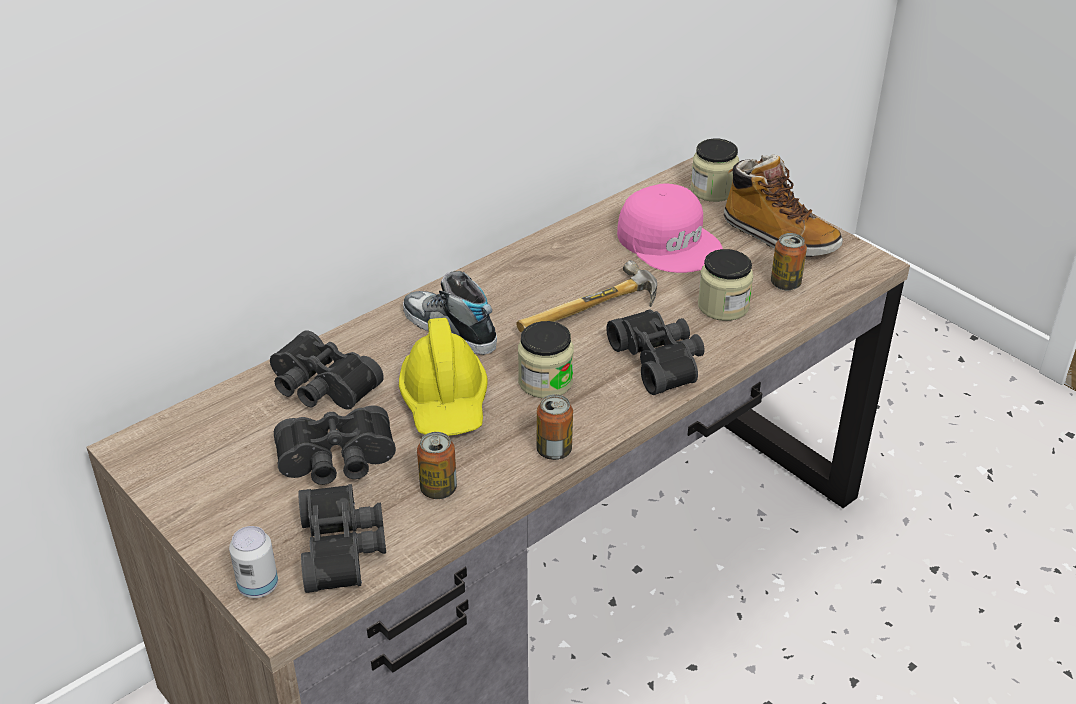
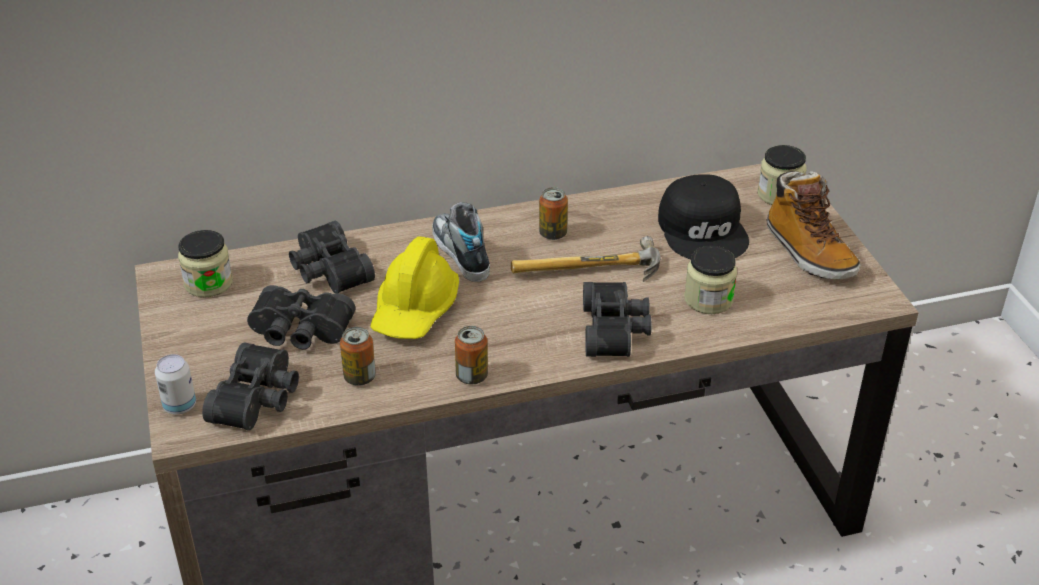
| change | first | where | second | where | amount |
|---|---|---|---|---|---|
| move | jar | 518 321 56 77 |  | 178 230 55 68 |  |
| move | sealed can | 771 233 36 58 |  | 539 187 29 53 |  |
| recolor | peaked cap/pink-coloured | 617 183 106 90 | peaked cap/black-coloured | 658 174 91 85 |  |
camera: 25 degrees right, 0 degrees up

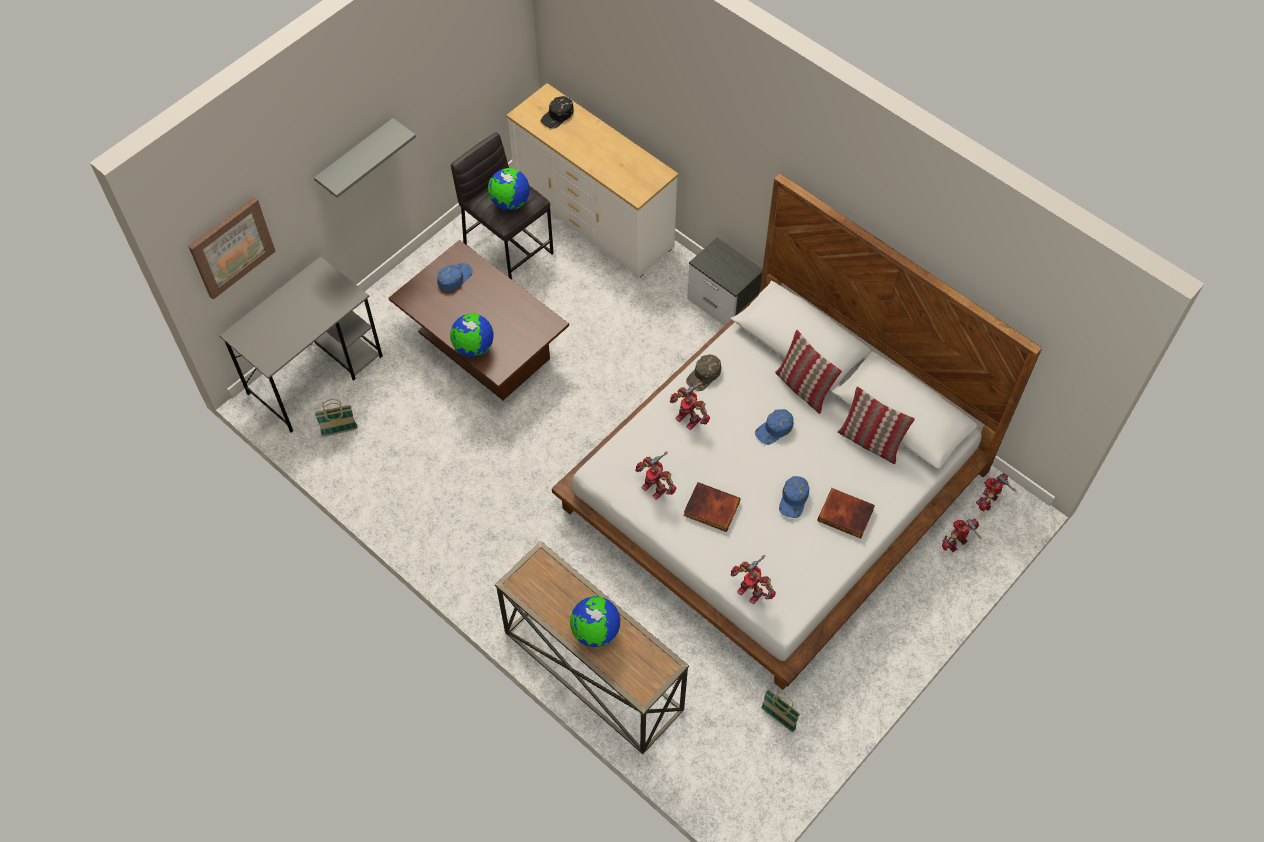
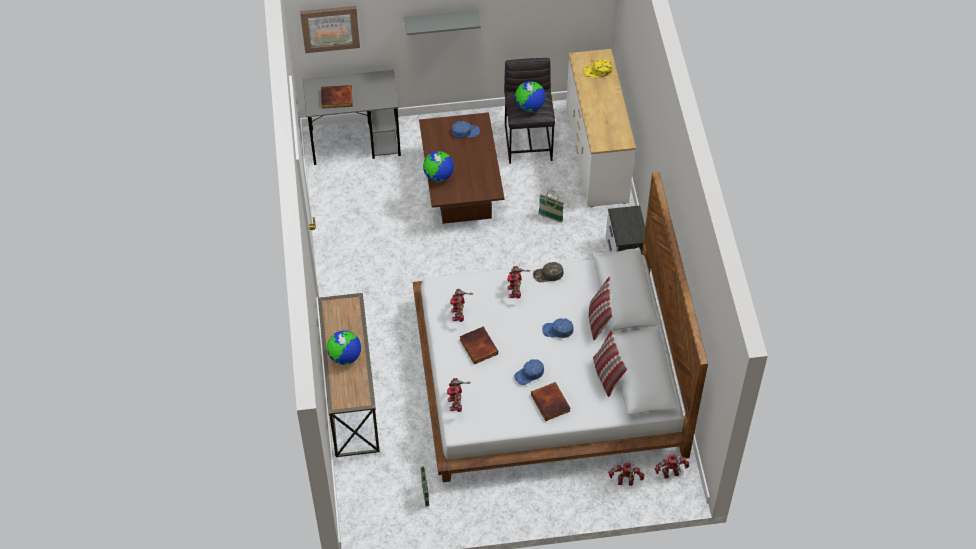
| change | first | where | second | where | amount |
|---|---|---|---|---|---|
| insert |  |  | volume | 321 85 32 24 |  |
| move | basket | 315 399 43 38 |  | 538 190 26 32 |  |
| recolor | peaked cap/black-coloured | 541 96 33 33 | peaked cap/yellow-coloured | 584 59 28 19 |  |
camera: 40 degrees right, 5 degrees down

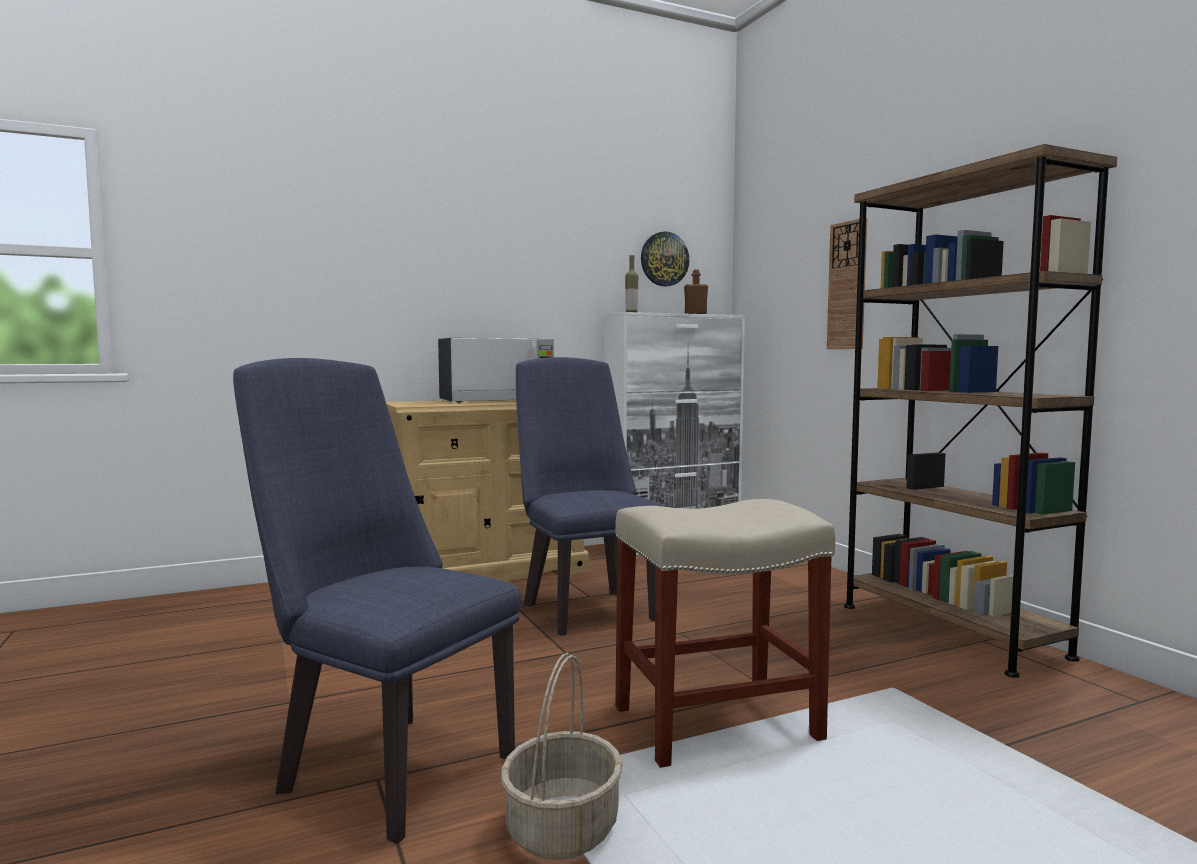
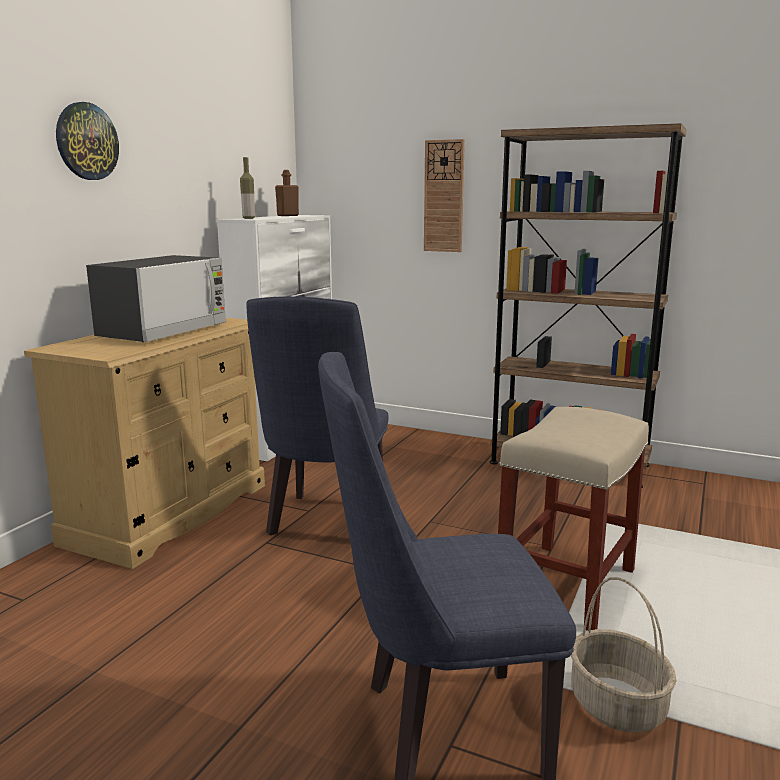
| change | first | where | second | where | amount |
|---|---|---|---|---|---|
| move | hanging clock | 641 231 48 55 |  | 56 102 63 78 |  |
| rotate | plain chair/blue-coloured | 516 357 144 279 |  | 246 296 143 239 | 105 degrees counterclockwise |
camera: 40 degrees left, 10 degrees up

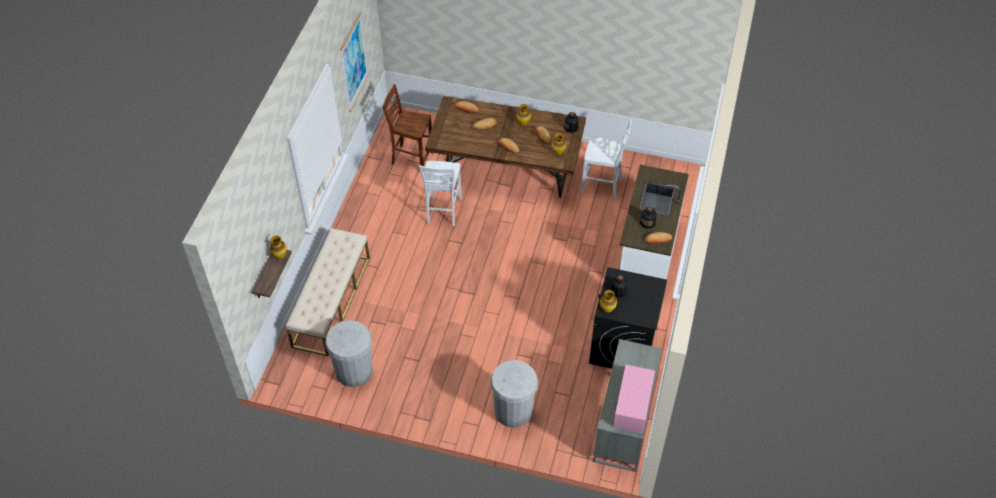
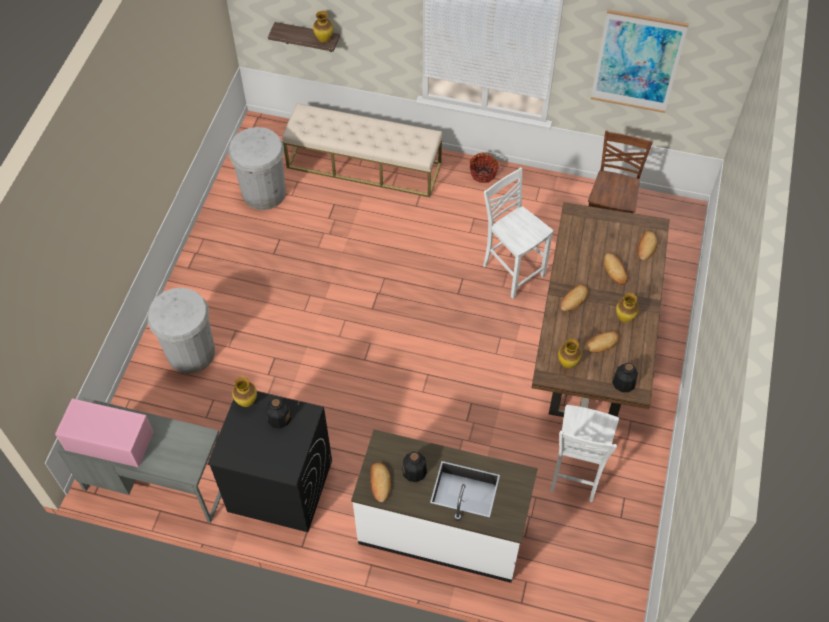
| change | first | where | second | where | amount |
|---|---|---|---|---|---|
| insert |  |  | basket | 469 153 30 30 |  |
| rotate | plain chair/whitish | 419 161 43 65 |  | 483 167 70 132 | 45 degrees clockwise |
camera: 90 degrees right, 5 degrees up

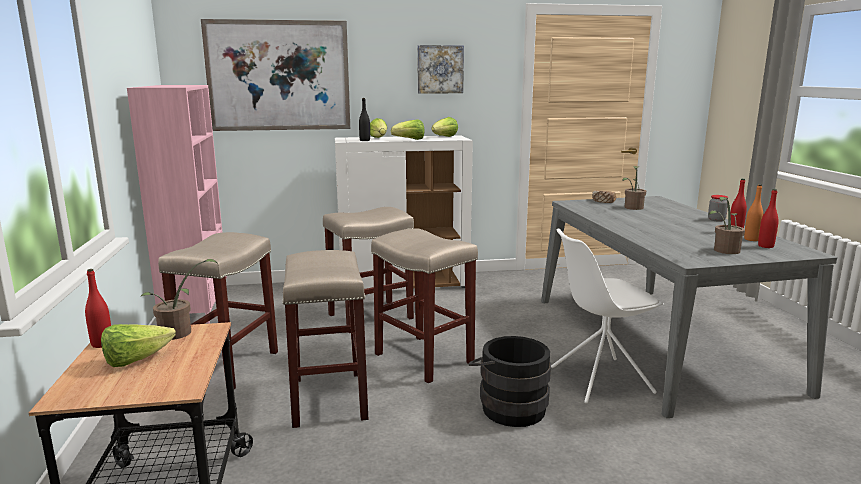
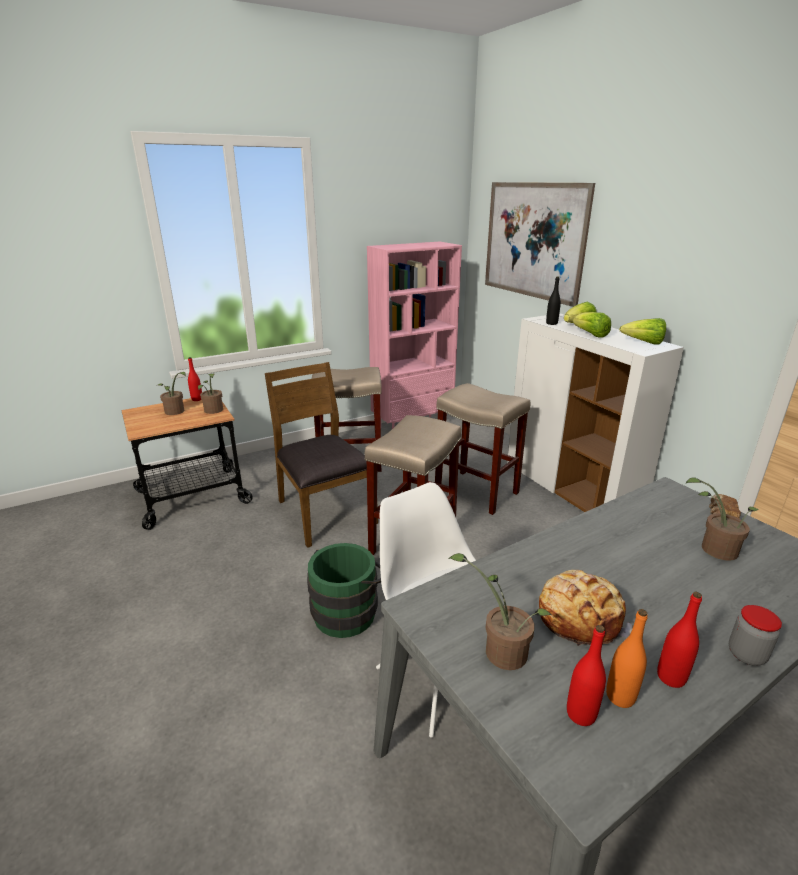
| change | first | where | second | where | amount |
|---|---|---|---|---|---|
| delete | picture | 417 45 47 49 |  |  |  |
| insert |  |  | bakery bread | 539 570 94 76 |  |
| replace | lettuce head | 101 324 75 43 | potted plant | 158 372 28 43 |  |
| replace | stool/beige | 282 250 86 178 | plain chair/brownish | 265 362 113 186 |  |
| recolor | pail/black-coloured | 469 336 82 91 | pail/greenish | 307 543 74 95 |  |
camera: 70 degrees right, 10 degrees up

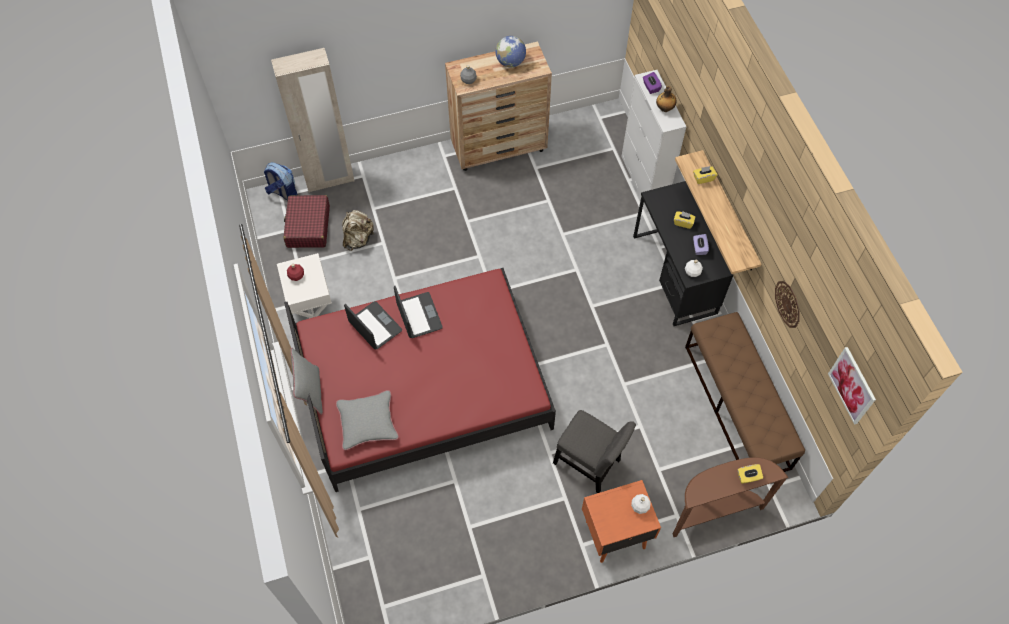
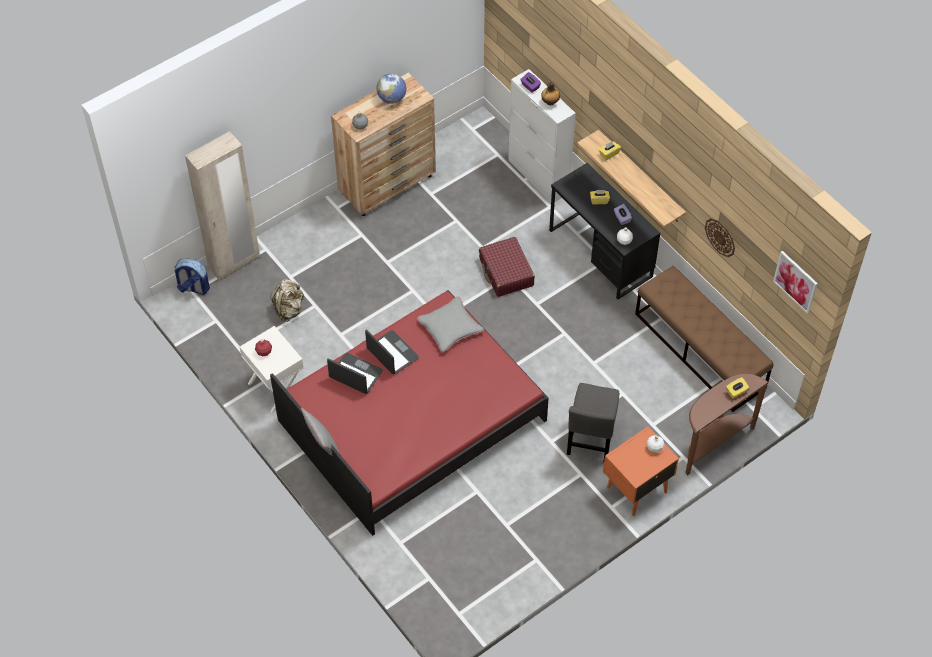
| change | first | where | second | where | amount |
|---|---|---|---|---|---|
| move | travel case/reddish | 284 195 46 53 |  | 479 237 56 60 |  |
| move | pillow/grey | 336 390 63 60 |  | 417 297 67 55 |  |
| rotate | plain chair/grey | 553 410 83 83 |  | 567 383 52 79 | 90 degrees clockwise |
camera: 20 degrees left, 5 degrees down

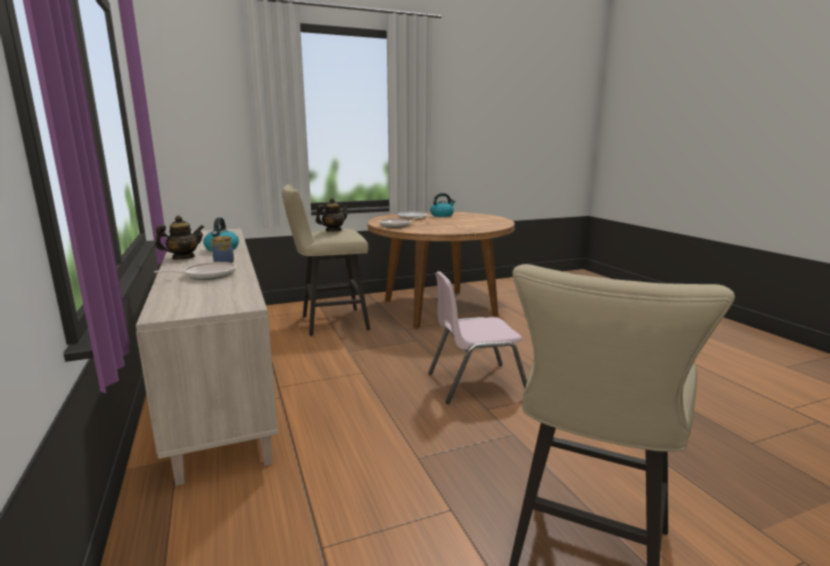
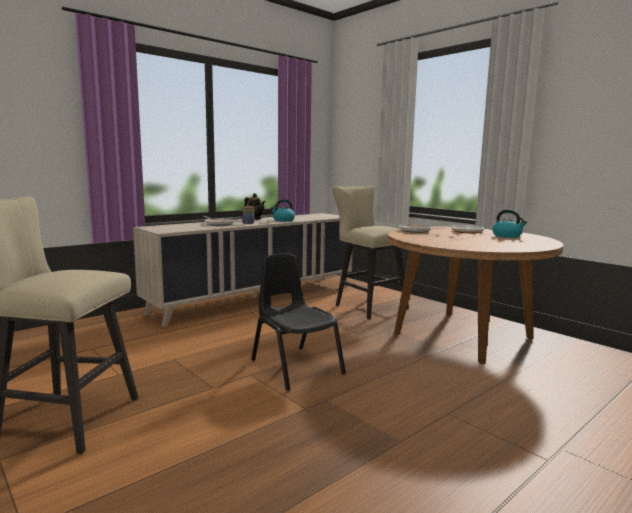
| change | first | where | second | where | amount |
|---|---|---|---|---|---|
| delete | tea pot | 316 198 33 34 |  |  |  |
| recolor | plain chair/pink-coloured | 428 271 99 133 | plain chair/black-coloured | 251 253 95 138 |  |
camera: 70 degrees right, 5 degrees down

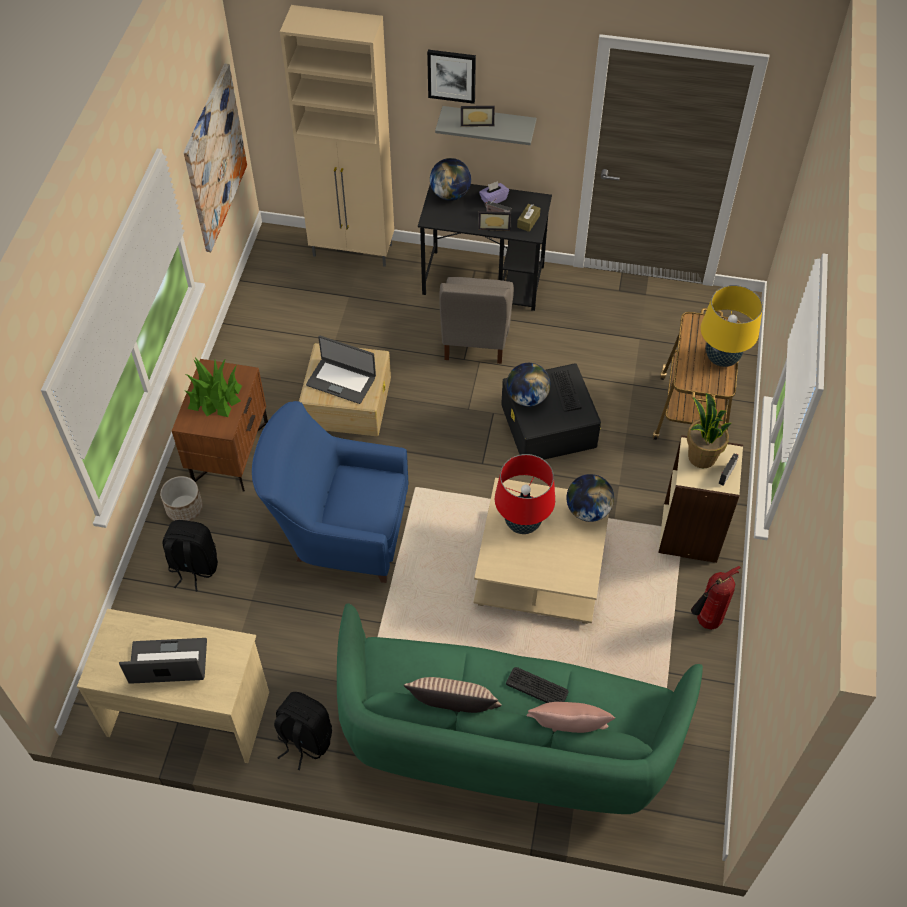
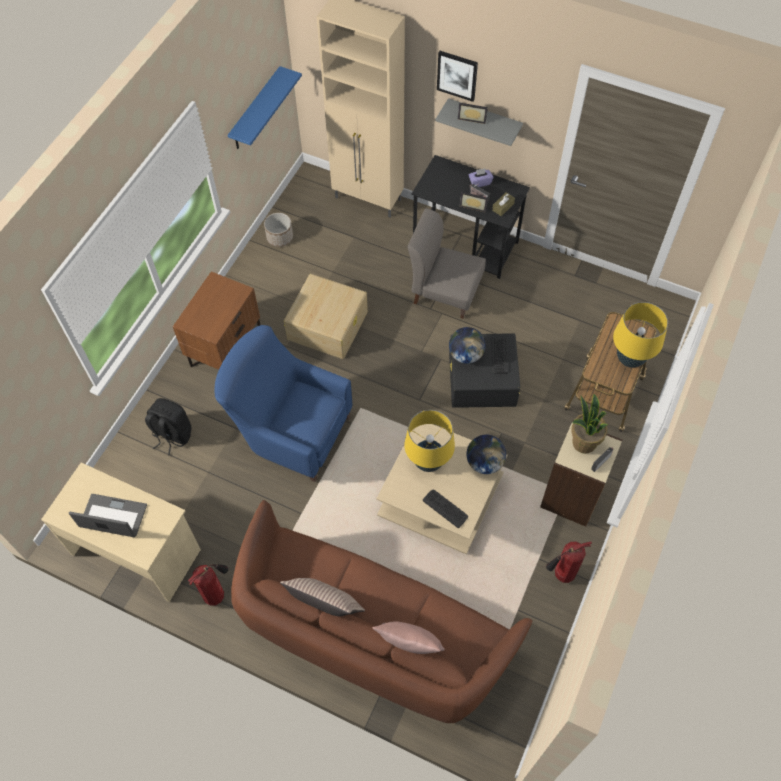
| change | first | where | second | where | amount |
|---|---|---|---|---|---|
| delete | potted plant | 184 358 58 59 |  |  |  |
| delete | notebook computer | 306 336 70 68 |  |  |  |
| delete | world globe | 430 158 41 43 |  |  |  |
| move | planter | 160 476 43 45 |  | 264 213 29 34 |  |
| move | computer keyboard | 506 667 62 36 |  | 423 490 45 38 |  |
| replace | picture | 184 64 63 188 | wall shelf/blue-coloured | 228 66 74 83 |  |
| replace | rucksack/black-coloured | 274 692 58 78 | extinguisher | 188 564 40 42 |  |
| recolor | settee/greenish | 337 604 366 210 | settee/brownish | 231 500 301 223 |  |
| recolor | tabletop lamp/reddish | 495 454 60 80 | tabletop lamp/yellow-coloured | 404 410 51 62 |  |
| rotate | plain chair/grey | 439 277 75 87 |  | 408 208 78 111 | 90 degrees clockwise |
camera: 15 degrees right, 5 degrees up

